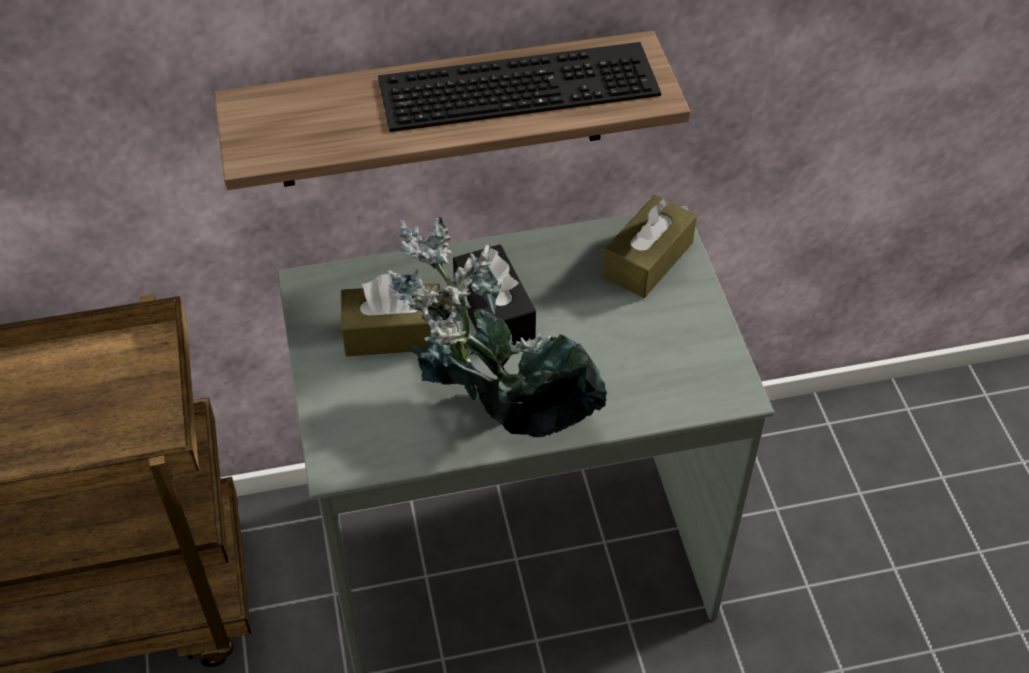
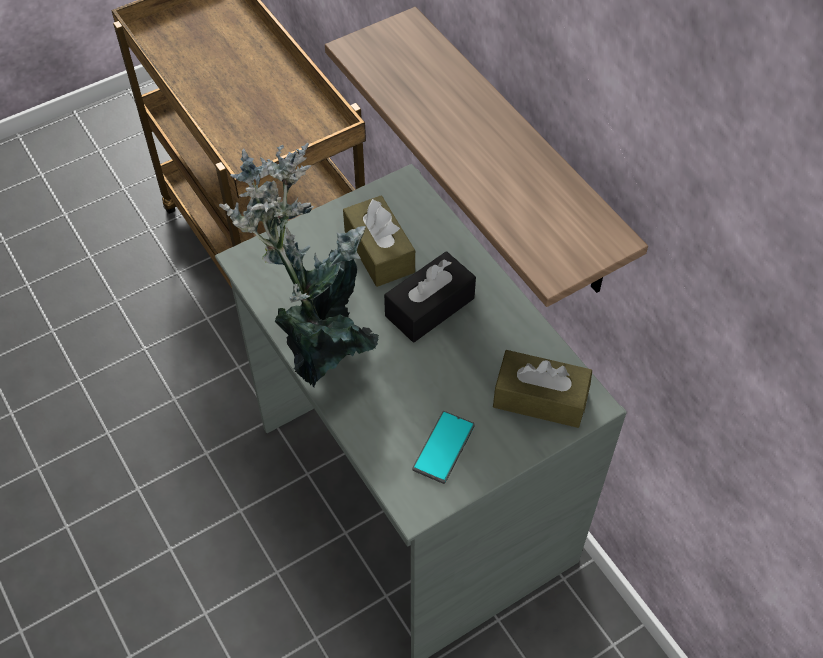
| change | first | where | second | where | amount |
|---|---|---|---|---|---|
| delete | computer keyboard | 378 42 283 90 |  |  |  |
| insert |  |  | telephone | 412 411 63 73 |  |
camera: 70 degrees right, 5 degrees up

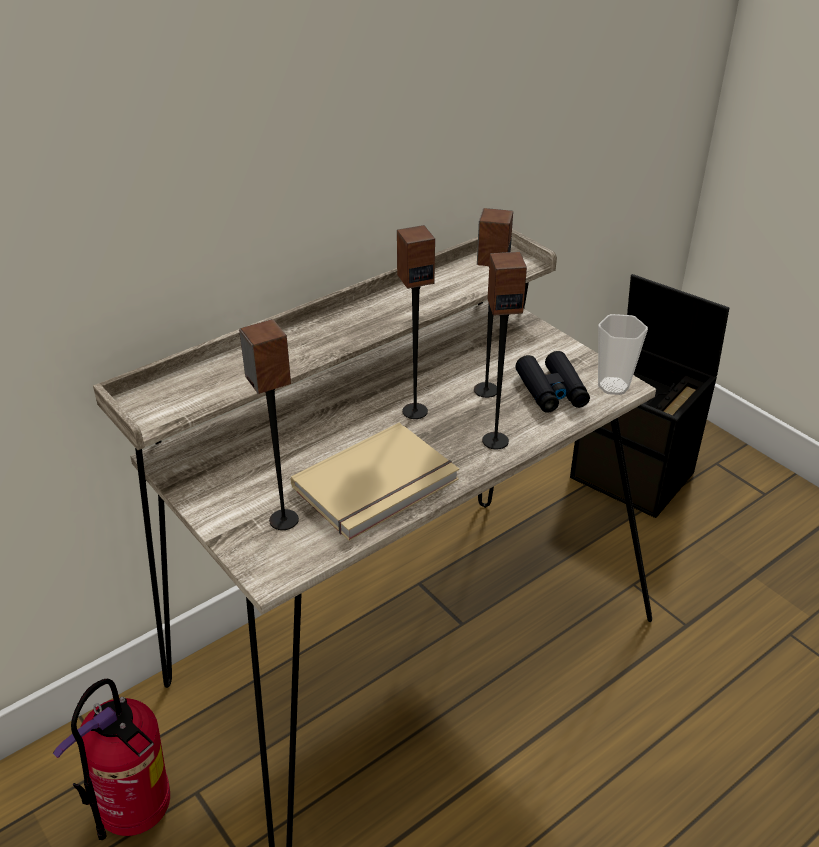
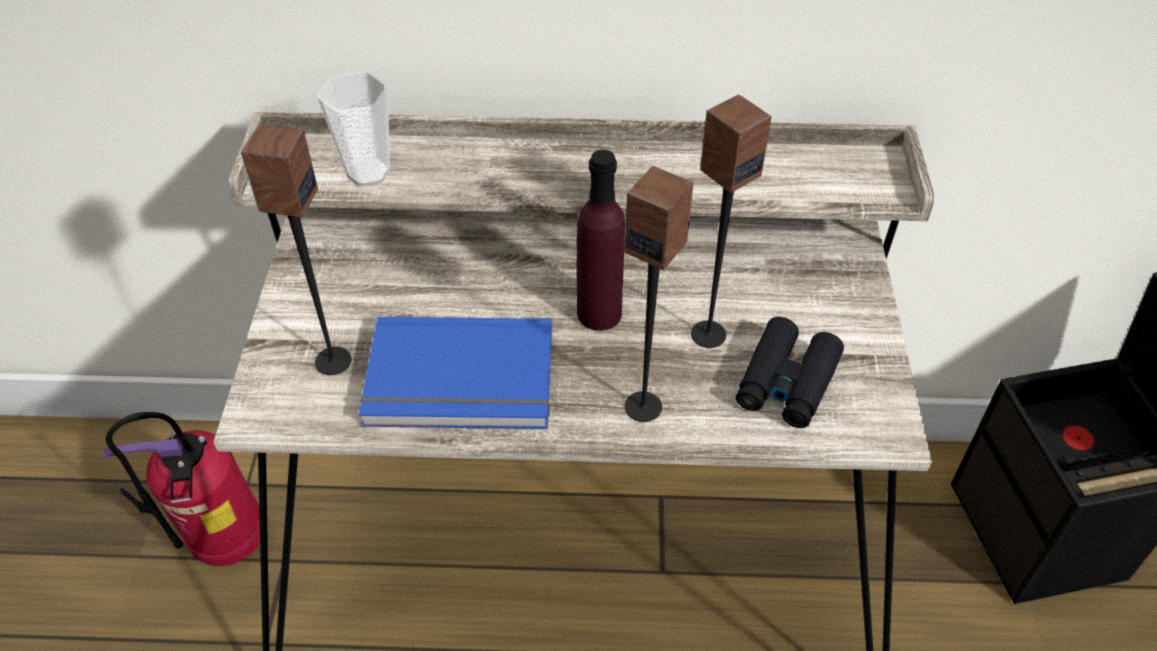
| change | first | where | second | where | amount |
|---|---|---|---|---|---|
| move | drinking cup | 598 314 50 81 |  | 317 71 73 116 |  |
| replace | audio speaker | 397 225 38 194 | bottle/purple | 577 149 48 182 |  |
| recolor | volume/beige | 291 422 168 119 | volume/blue-coloured | 358 317 194 112 |  |
camera: 40 degrees right, 10 degrees up

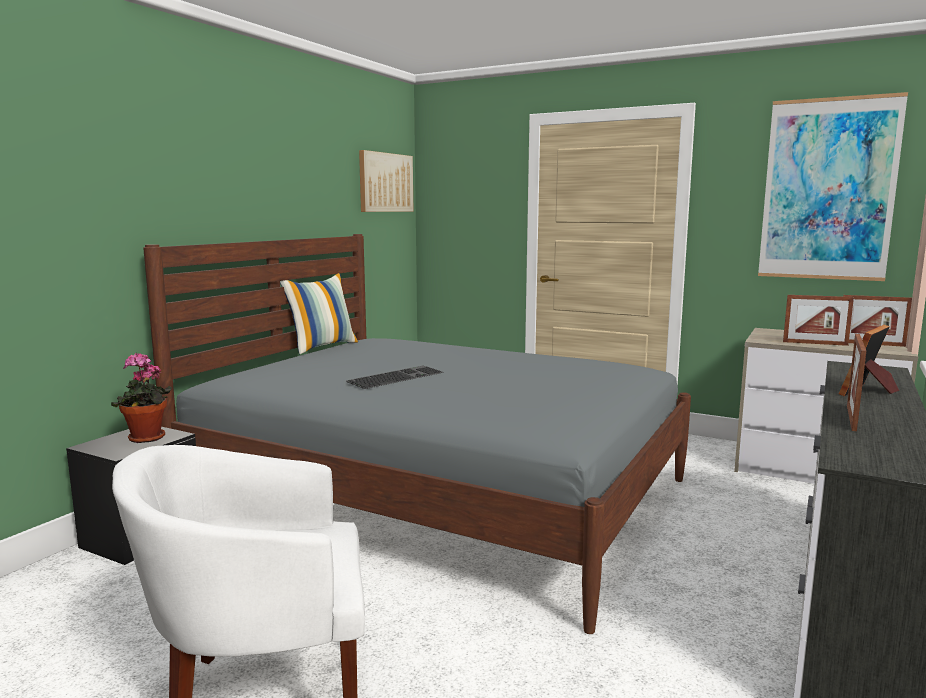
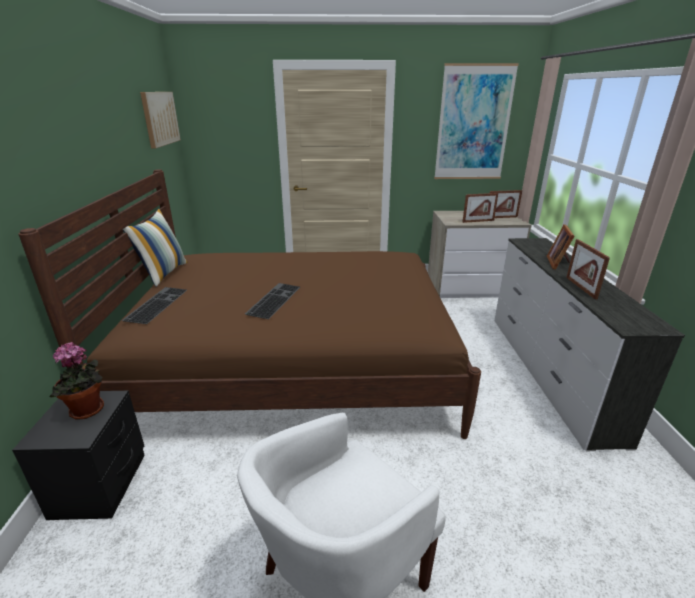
| change | first | where | second | where | amount |
|---|---|---|---|---|---|
| insert |  |  | computer keyboard | 122 287 65 37 |  |
| recolor | sleeping bed/grey | 143 234 548 400 | sleeping bed/brownish | 18 170 463 269 |  |
camera: 30 degrees left, 15 degrees up

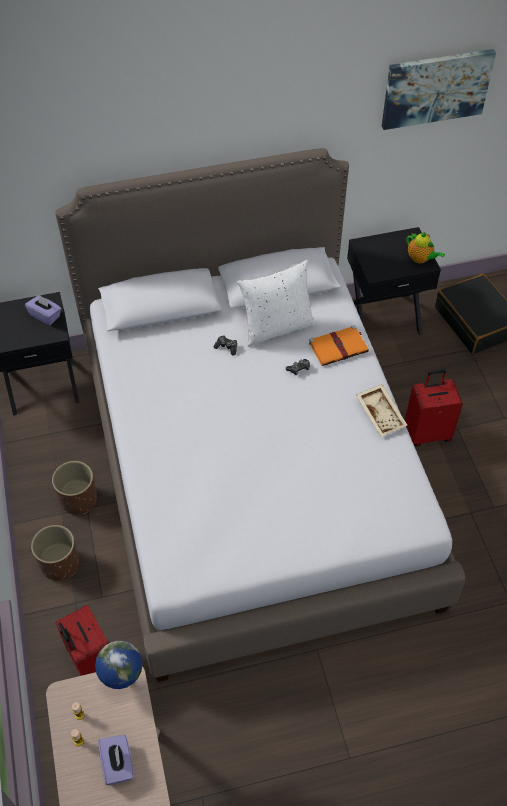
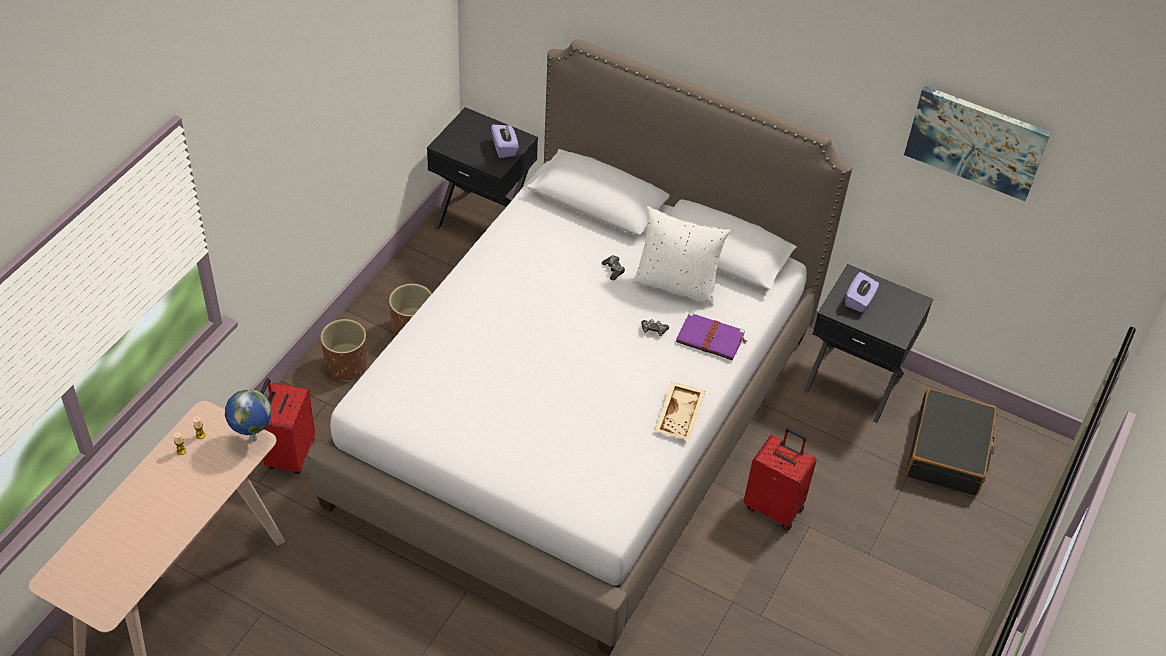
| change | first | where | second | where | amount |
|---|---|---|---|---|---|
| delete | tea pot | 406 232 39 32 |  |  |  |
| move | tissue box/purple | 98 735 36 50 |  | 845 272 34 41 |  |
| recolor | volume/orange | 309 325 60 41 | volume/purple | 676 312 71 49 |  |
camera: 40 degrees right, 5 degrees down

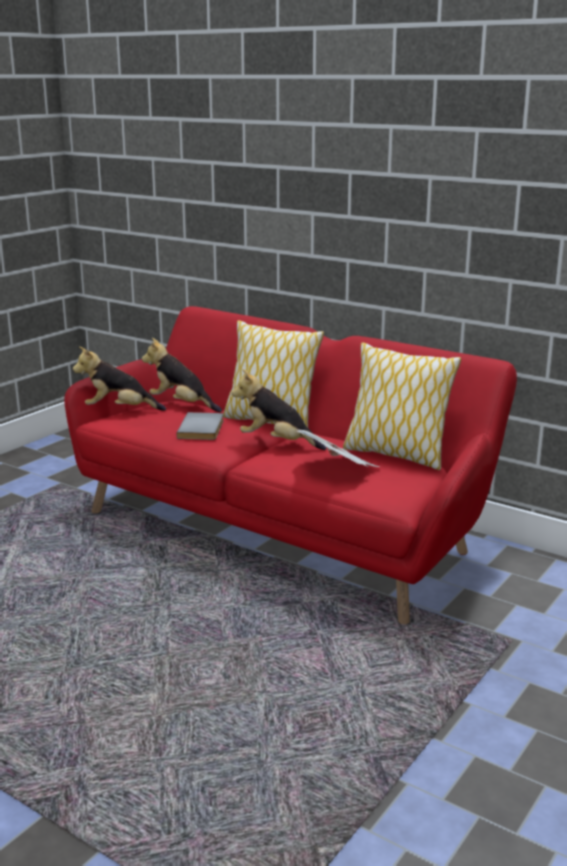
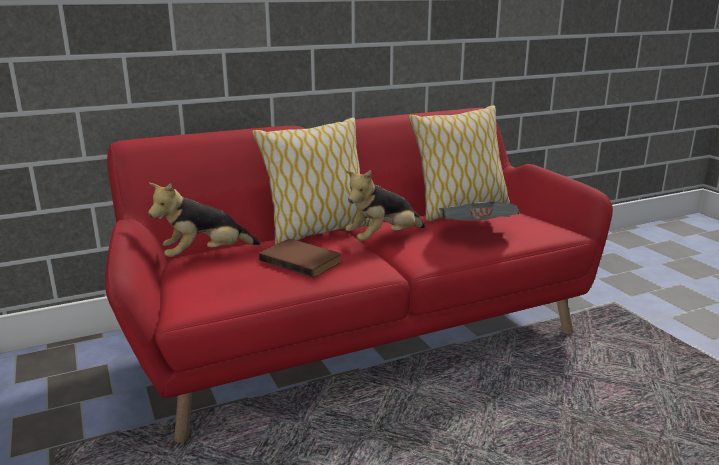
| change | first | where | second | where | amount |
|---|---|---|---|---|---|
| delete | plush toy | 73 346 93 65 |  |  |  |
| recolor | volume/grey | 177 412 47 28 | volume/brownish | 258 239 83 38 |  |
camera: 60 degrees left, 0 degrees up

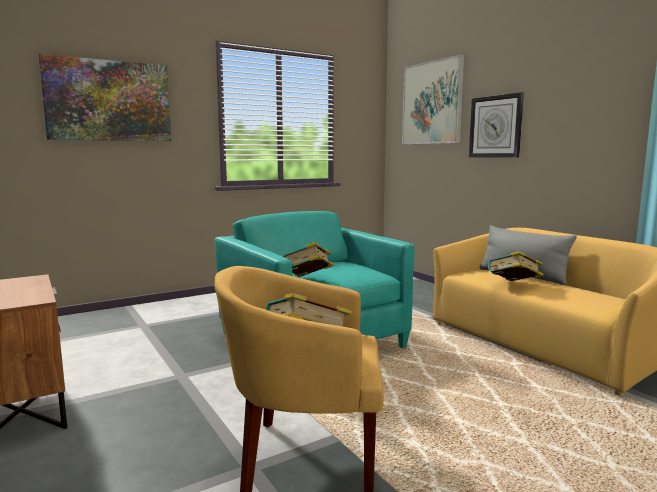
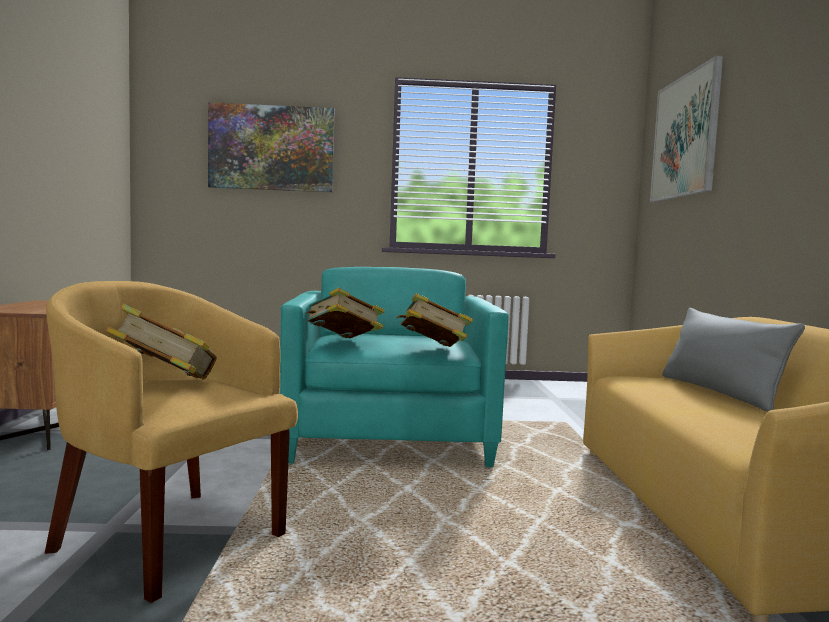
| change | first | where | second | where | amount |
|---|---|---|---|---|---|
| delete | hanging clock | 469 92 55 66 |  |  |  |
| move | volume | 488 251 56 30 |  | 397 293 76 54 |  |
camera: 30 degrees right, 5 degrees down

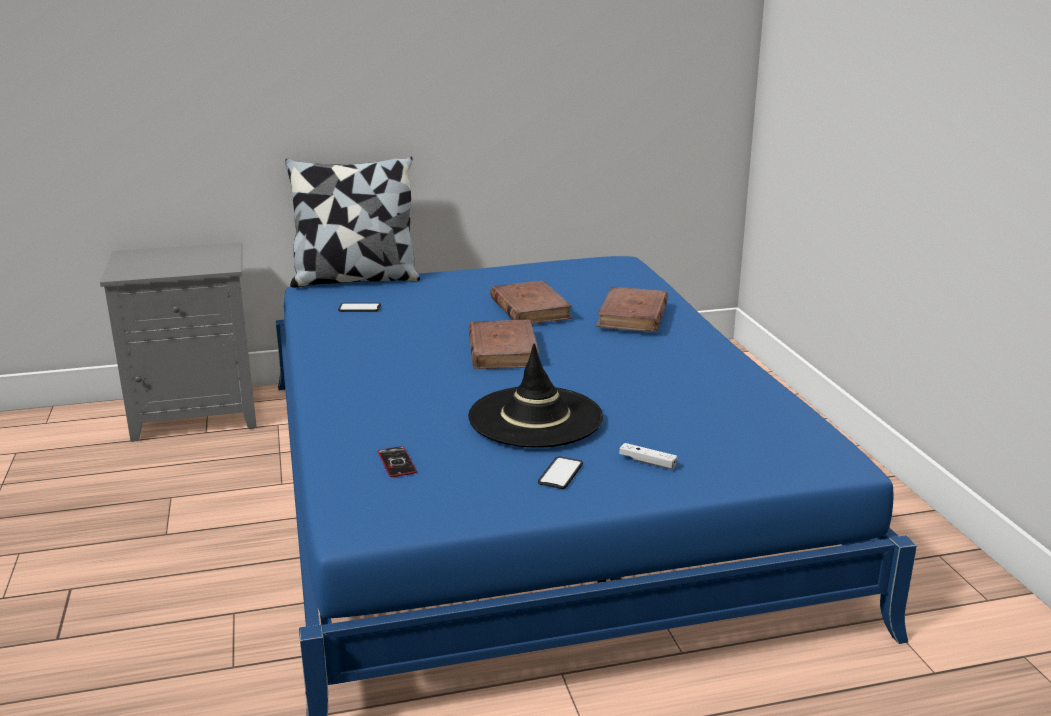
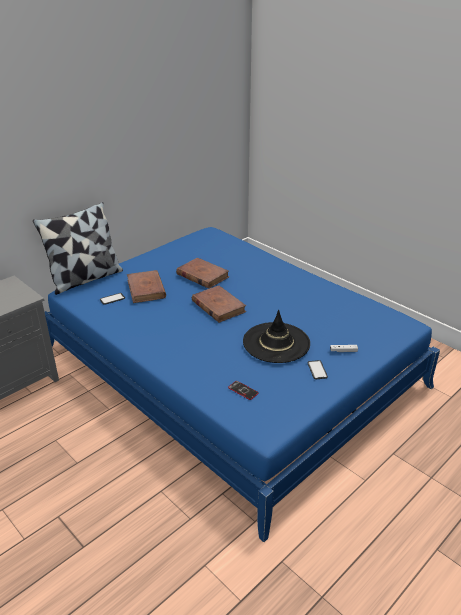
| change | first | where | second | where | amount |
|---|---|---|---|---|---|
| move | volume/brownish | 596 287 72 45 |  | 127 270 39 33 |  |
camera: 30 degrees left, 10 degrees up

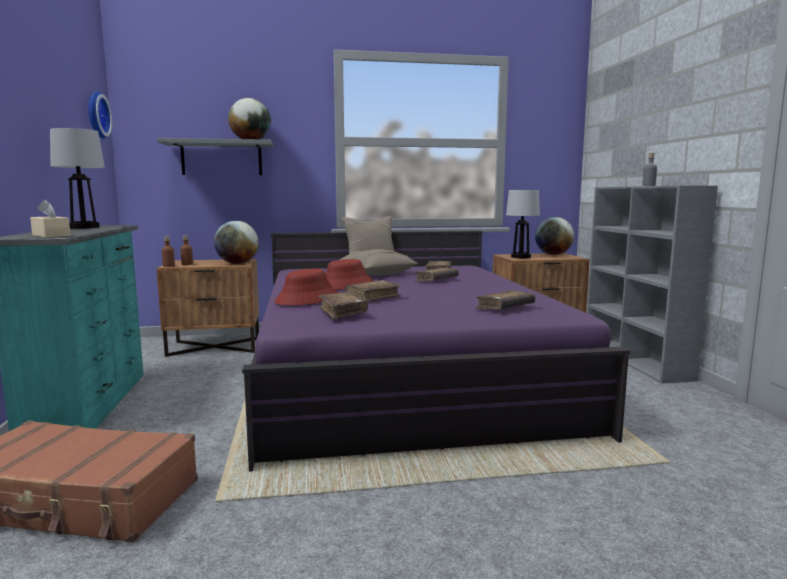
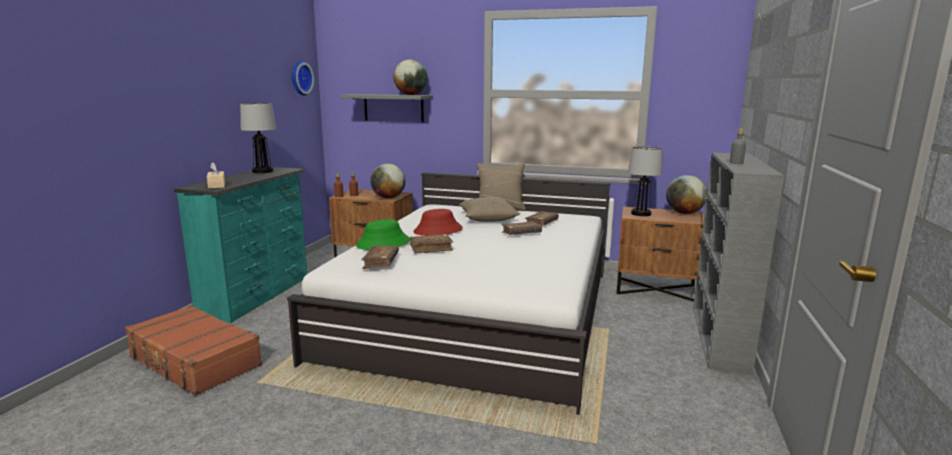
| change | first | where | second | where | amount |
|---|---|---|---|---|---|
| delete | volume/brownish | 475 290 60 20 |  |  |  |
| recolor | sleeping bed/purple | 242 231 388 241 | sleeping bed/whitish | 287 173 324 242 |  |
| recolor | hat/reddish | 274 269 64 37 | hat/greenish | 356 219 54 31 |  |
camera: 25 degrees right, 5 degrees up

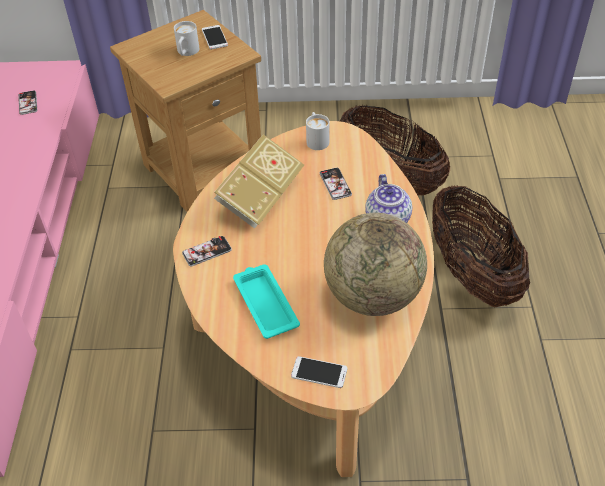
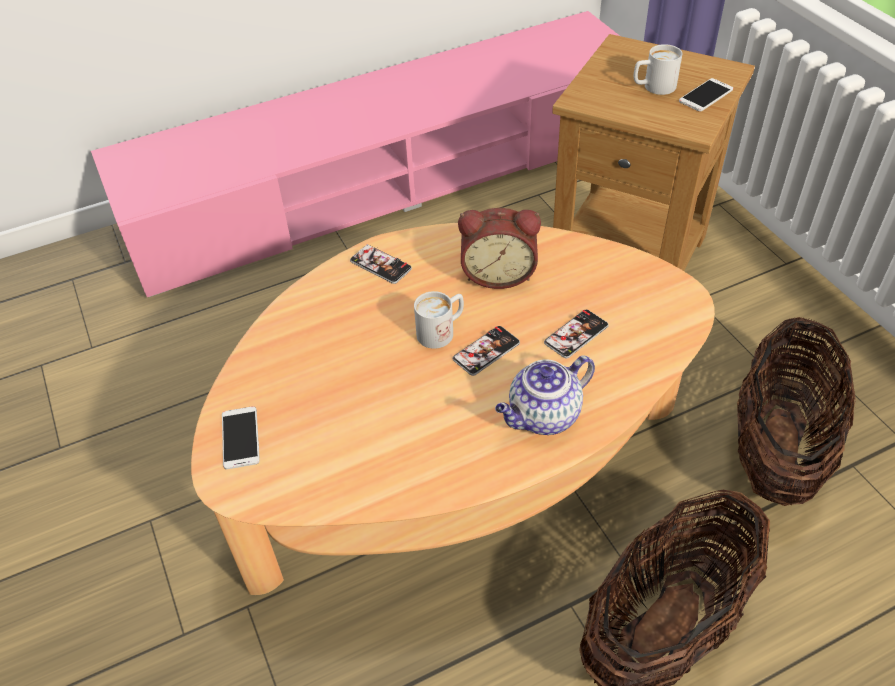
| change | first | where | second | where | amount |
|---|---|---|---|---|---|
| delete | tray/turquoise-coloured | 233 264 67 75 |  |  |  |
| delete | world globe | 324 213 103 103 |  |  |  |
| move | telephone | 18 90 20 25 |  | 453 326 67 50 |  |
| move | coffee mug/whitish | 306 112 23 38 |  | 414 291 50 58 |  |
| replace | volume | 214 134 90 95 | table clock | 458 208 83 81 |  |
camera: 65 degrees right, 0 degrees up

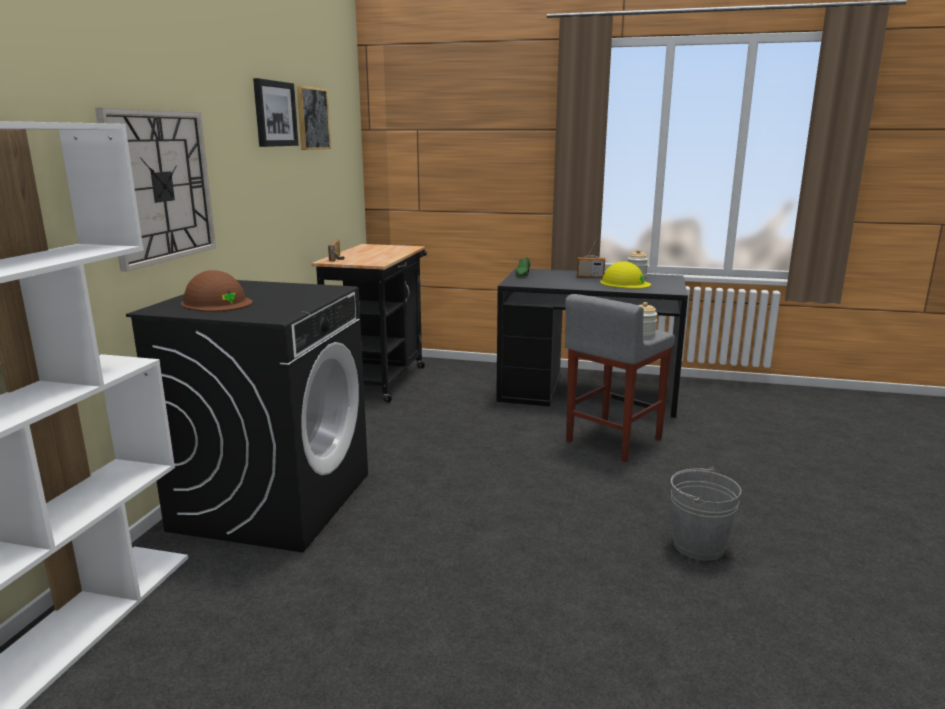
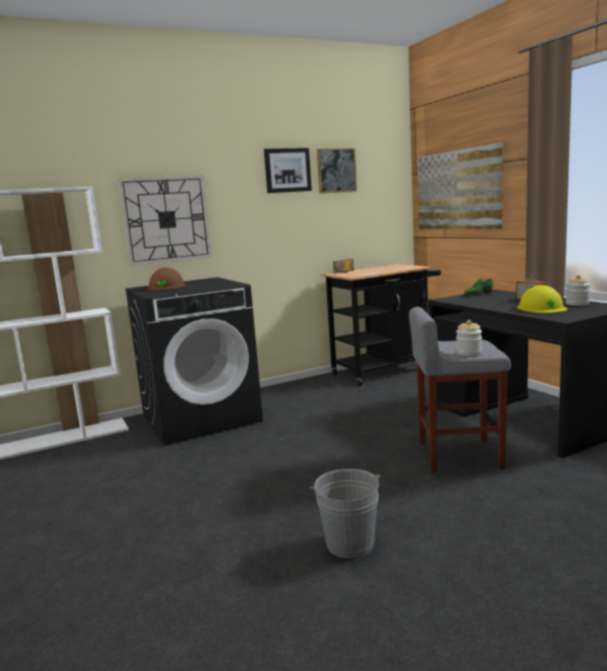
| change | first | where | second | where | amount |
|---|---|---|---|---|---|
| insert |  |  | picture | 417 143 86 86 |  |
camera: 50 degrees right, 5 degrees down

